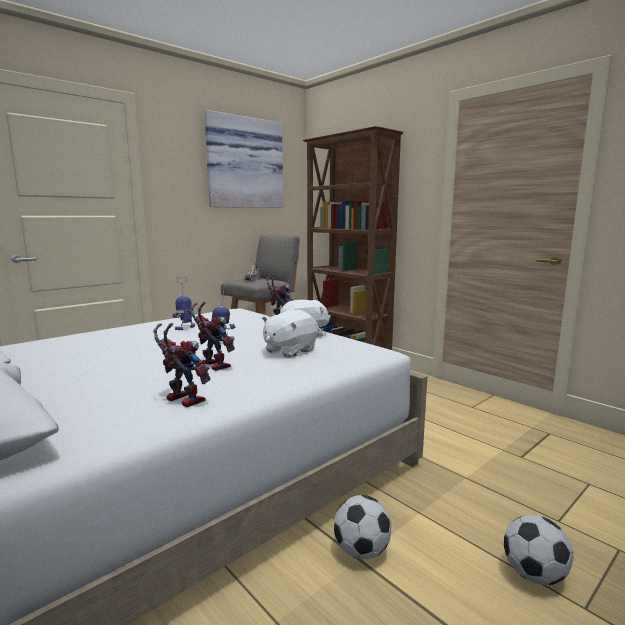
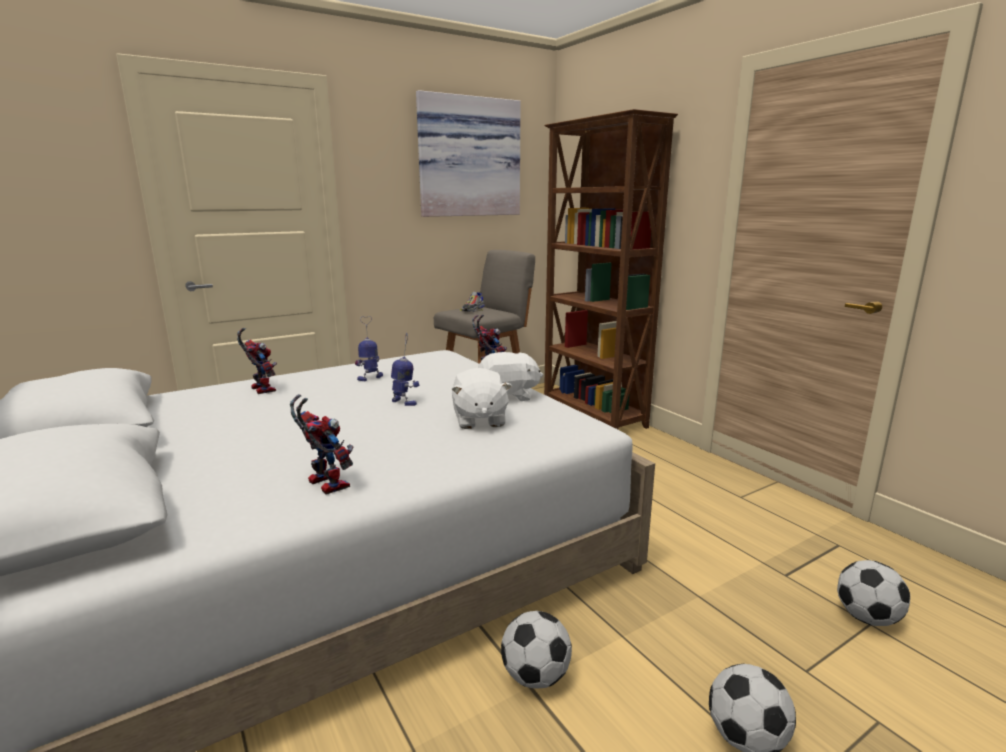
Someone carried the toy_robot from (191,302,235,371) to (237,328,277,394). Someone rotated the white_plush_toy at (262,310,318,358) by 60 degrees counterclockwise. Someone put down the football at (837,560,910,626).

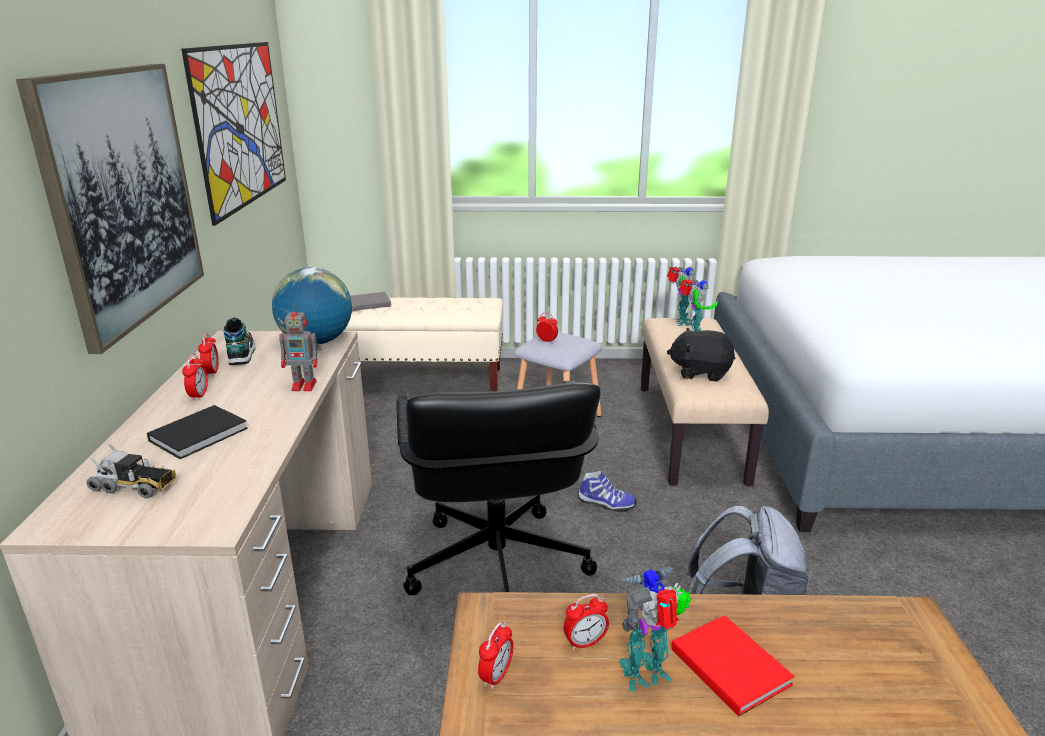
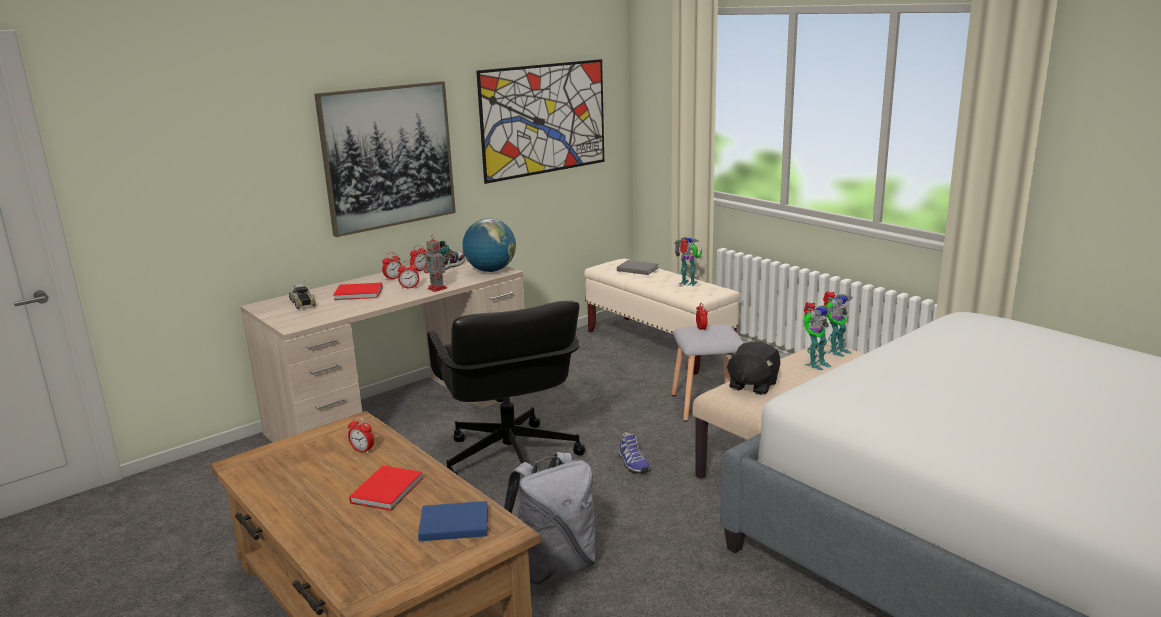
Someone repainted the black_book at (147,405,248,459), which became the red_book at (333,283,383,300). Someone carried the alarm_clock from (478,622,513,690) to (398,261,419,289). Someone put down the blue_book at (418,501,488,541). Someone rotated the black_office_chair at (396,380,601,595) by 60 degrees counterclockwise. Someone carried the toy_robot from (619,566,692,692) to (675,237,702,286). Someone rotated the black_plush_toy at (667,328,735,382) by 120 degrees counterclockwise.

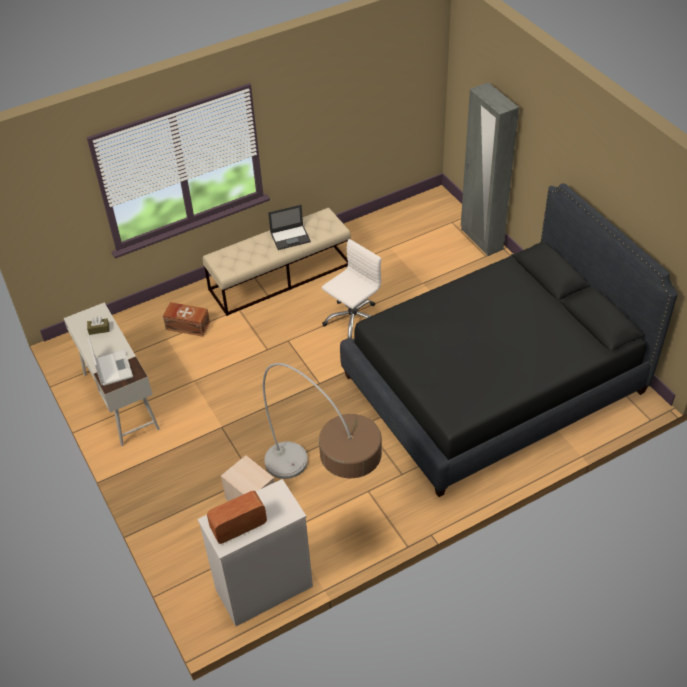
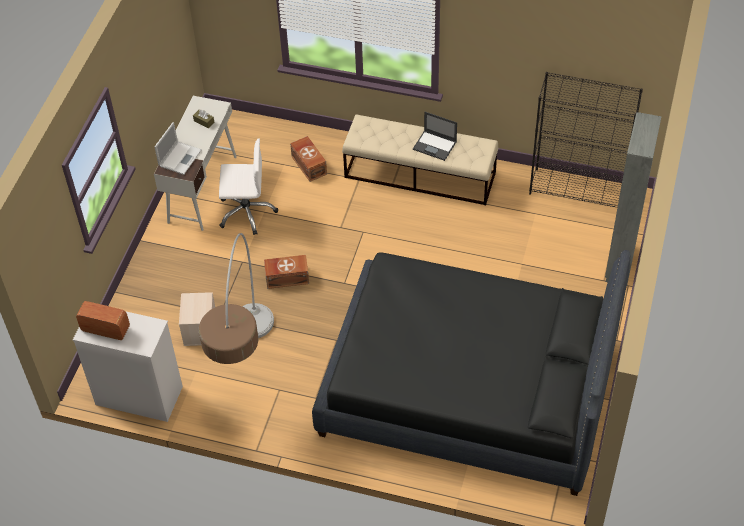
Someone carried the white_office_chair from (322,239,381,339) to (219,138,278,235). Someone put down the brown_storage_box at (264,255,309,289). Someone put down the black_bookcase at (529,72,643,207).

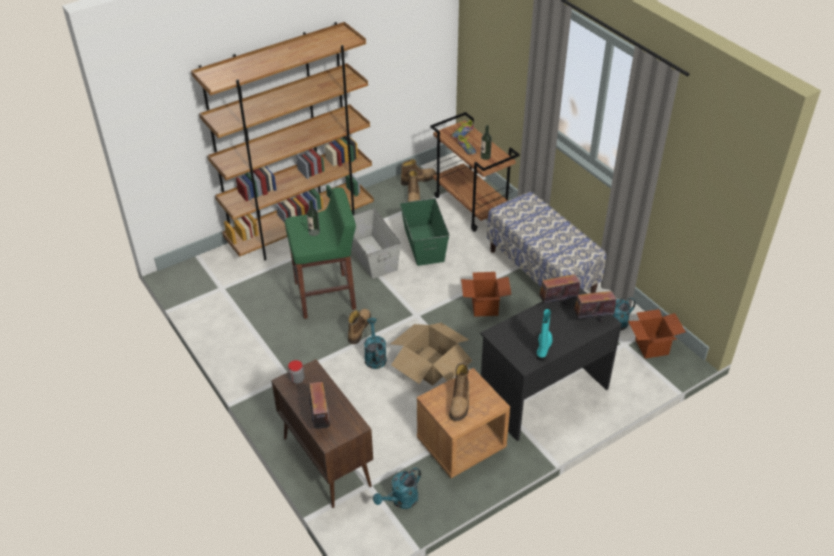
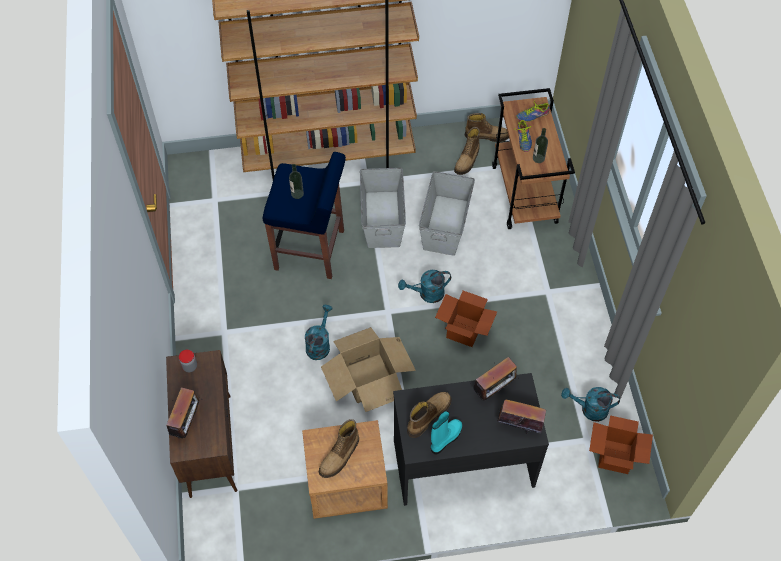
Someone repainted the green_stool at (285,187,356,319), which became the blue_stool at (263,152,346,279). Someone carried the turquoise_watering_can from (373,468,421,509) to (398,270,451,303). Someone carried the boot from (348,309,371,344) to (407,392,452,438). Someone repainted the green_storage_box at (400,198,449,266), which became the grey_storage_box at (419,171,475,256). Someone rotated the radio at (537,274,580,306) by 135 degrees clockwise. Someone took away the bench at (487,191,606,293).

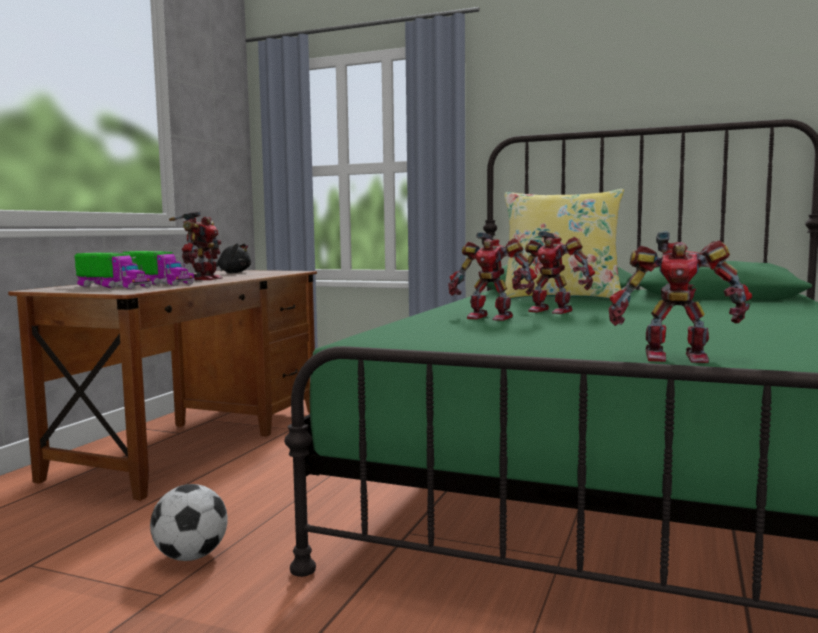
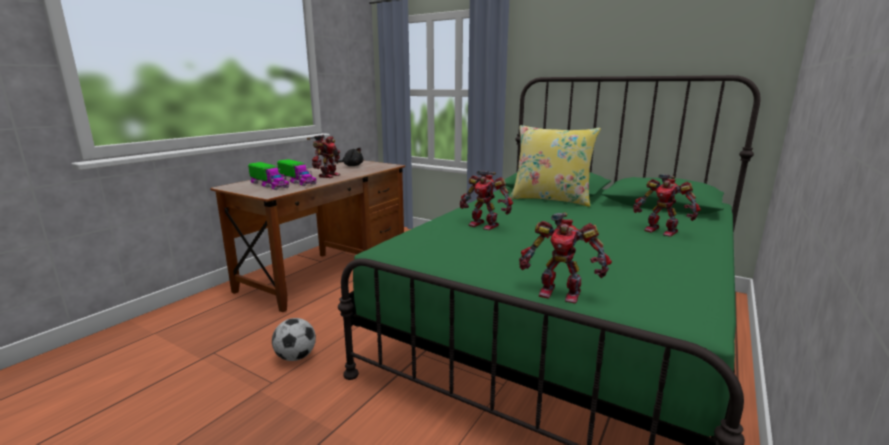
Someone carried the toy_robot from (512,231,595,314) to (633,174,701,237).

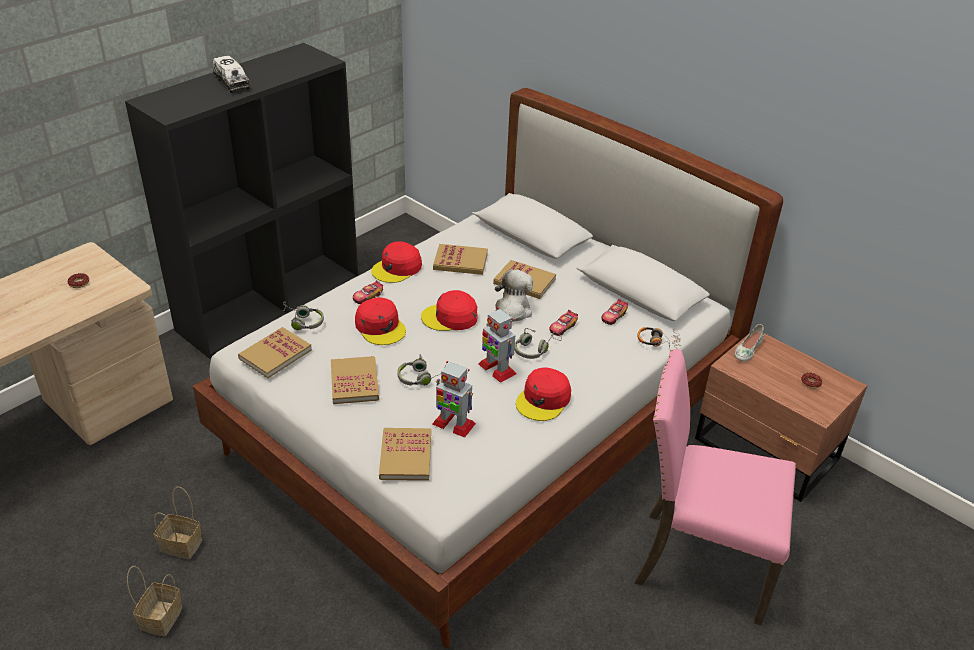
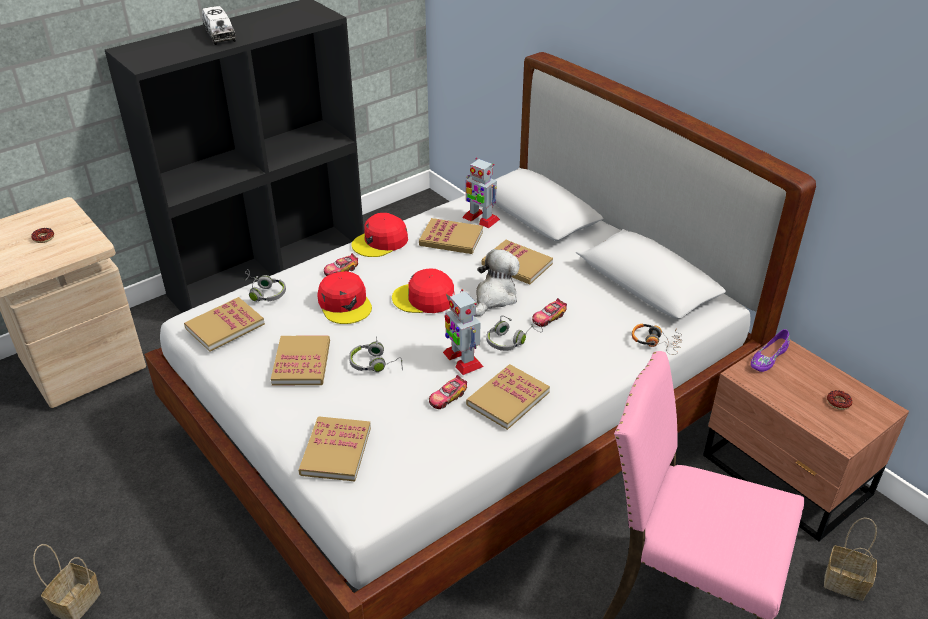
Someone carried the toy_car from (601,299,628,325) to (429,375,467,409). Someone carried the toy_robot from (432,361,476,438) to (462,158,500,228). Someone swapped the red_cap at (516,367,571,421) for the book at (466,365,550,430). Someone repainted the white_shoe at (735,324,764,362), which became the purple_shoe at (751,329,790,372). Someone carried the basket from (154,487,202,560) to (824,518,877,601).

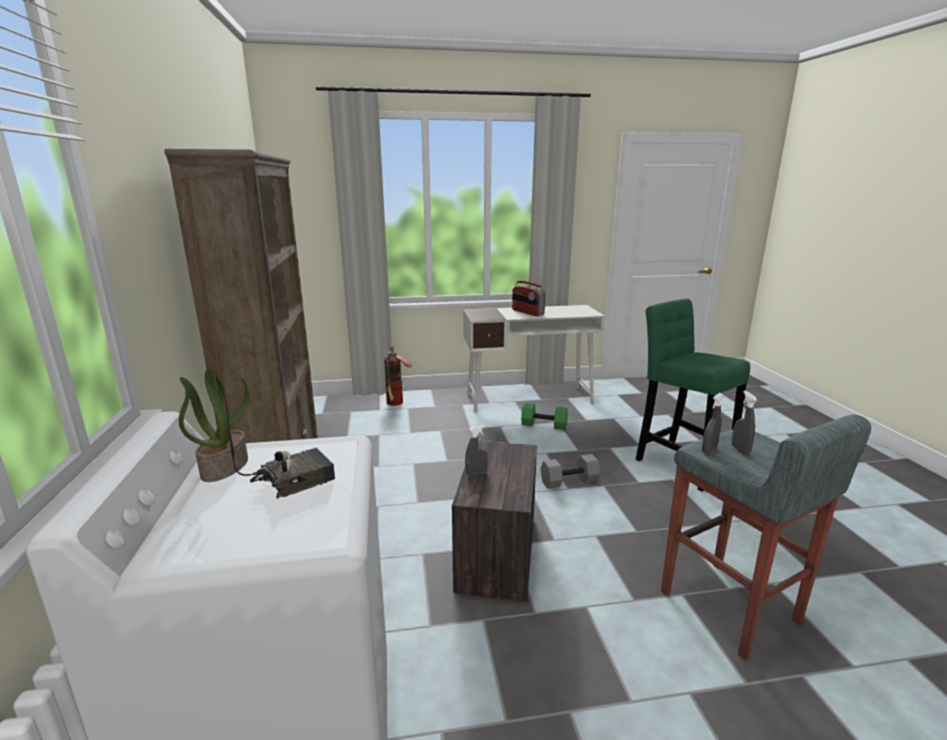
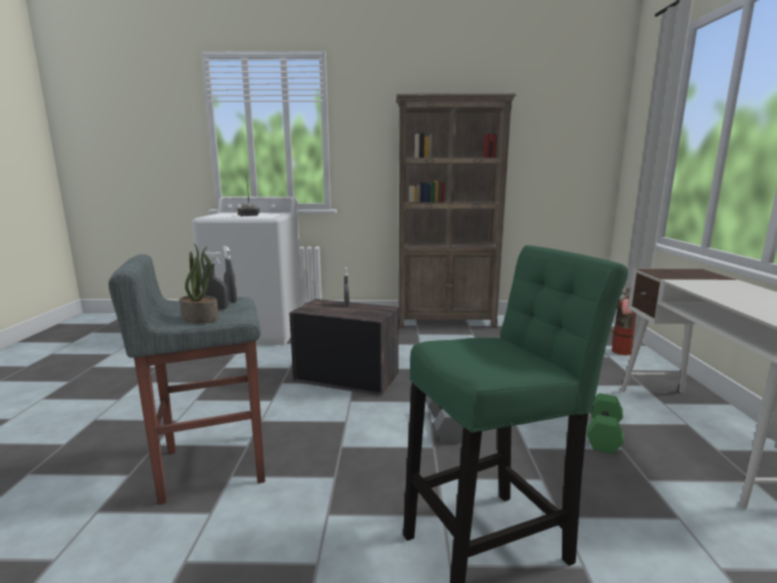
Someone carried the potted_plant from (179,369,249,482) to (179,243,219,323). Someone took away the radio at (512,280,545,316).

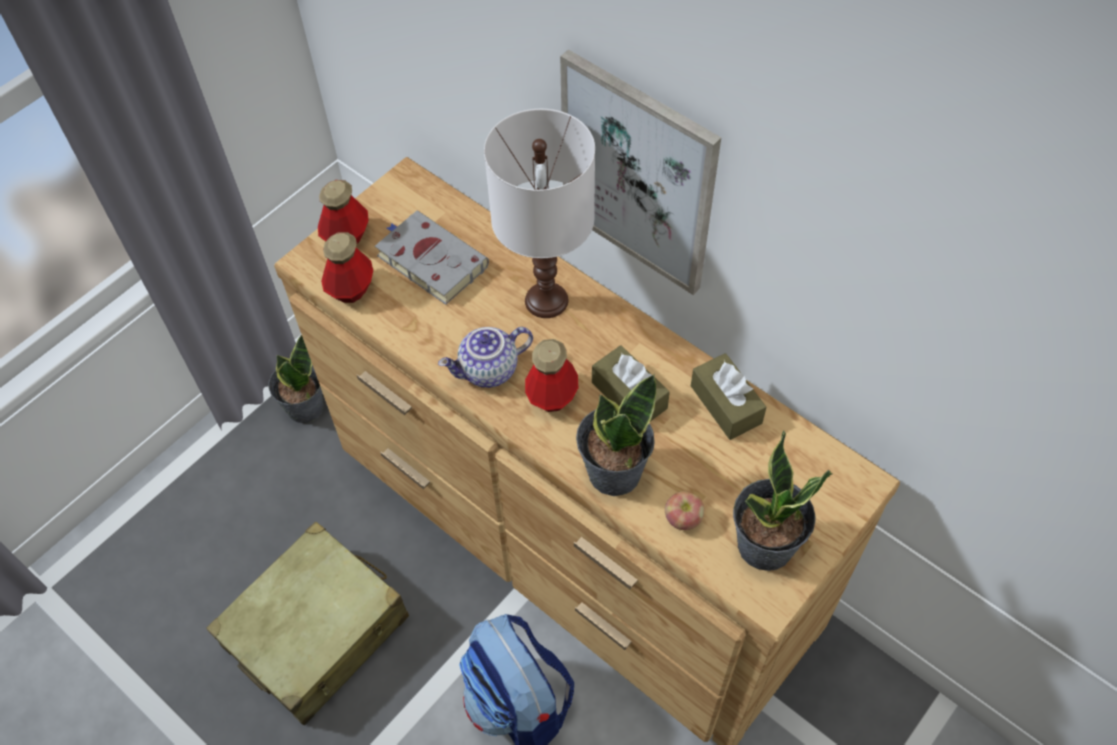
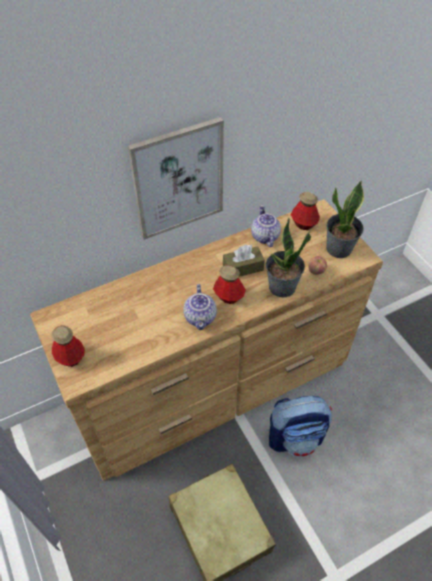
Someone swapped the brown_tissue_box at (691,353,767,440) for the teapot at (251,205,281,247). Someone carried the bottle from (321,232,373,303) to (291,192,320,230). Someone took away the potted_plant at (269,334,324,423). Someone took away the grey_book at (375,211,489,305). Someone took away the white_table_lamp at (484,109,595,318).

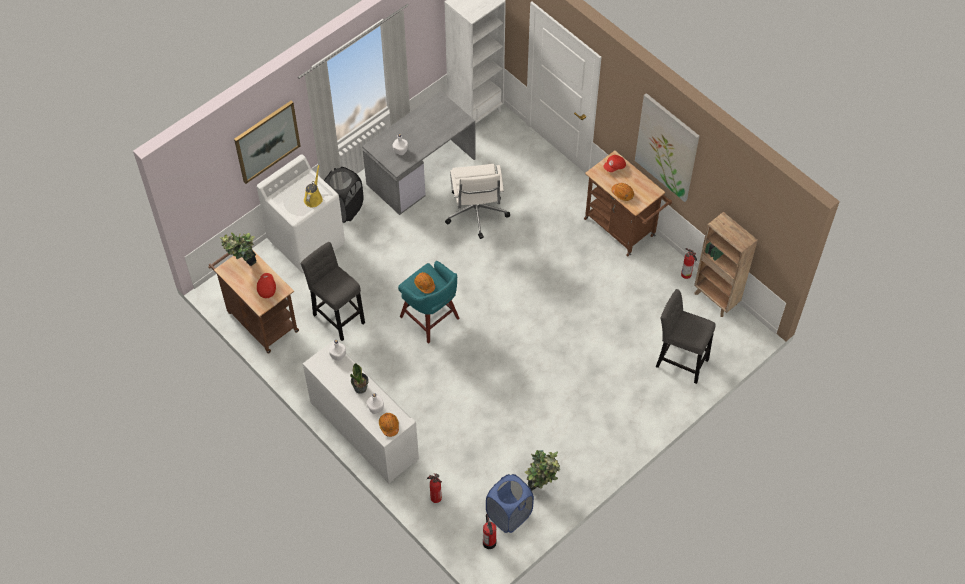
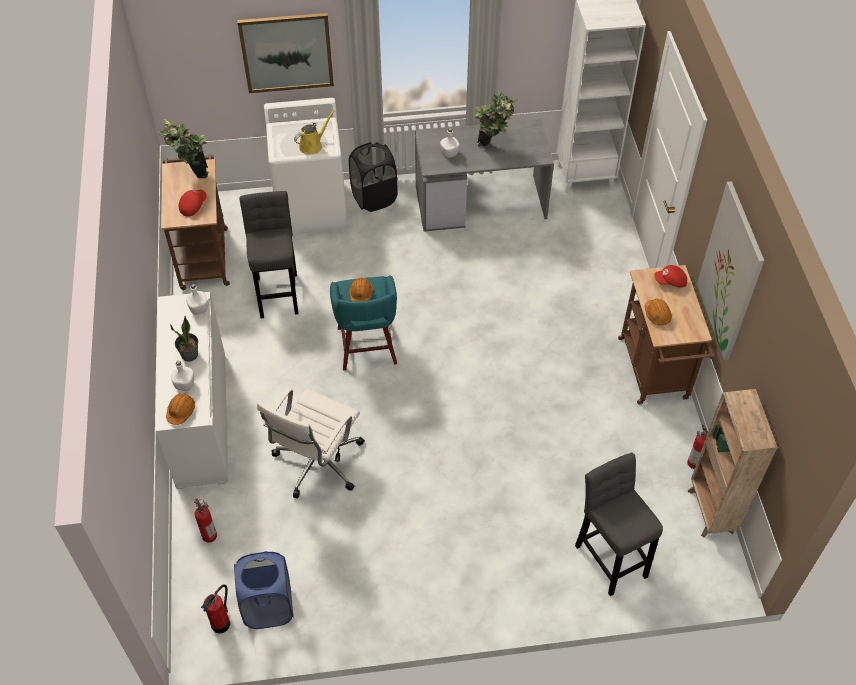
Someone carried the white_office_chair from (445,164,510,239) to (257,388,365,498). Someone carried the potted_plant from (525,450,560,491) to (475,92,519,146).

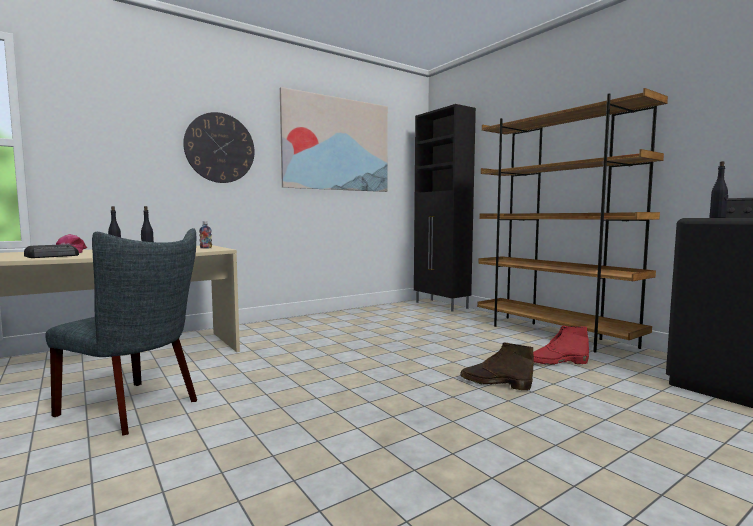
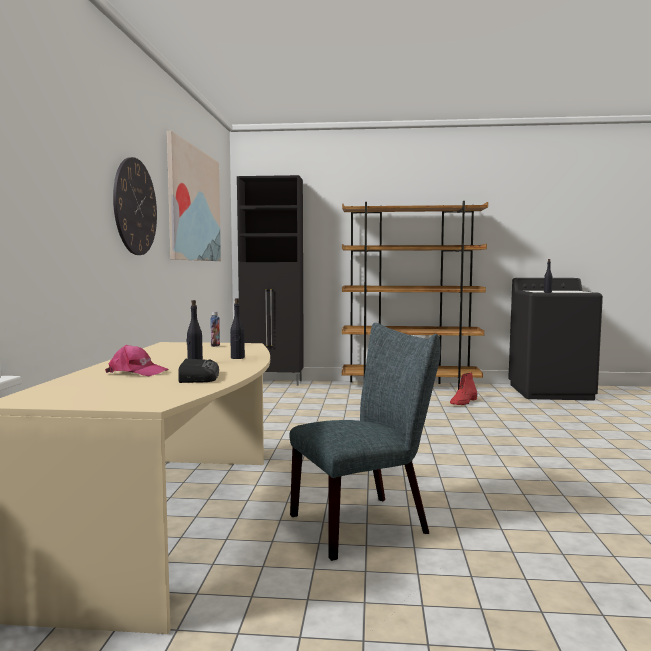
Someone took away the brown_boot at (460,343,534,390).

